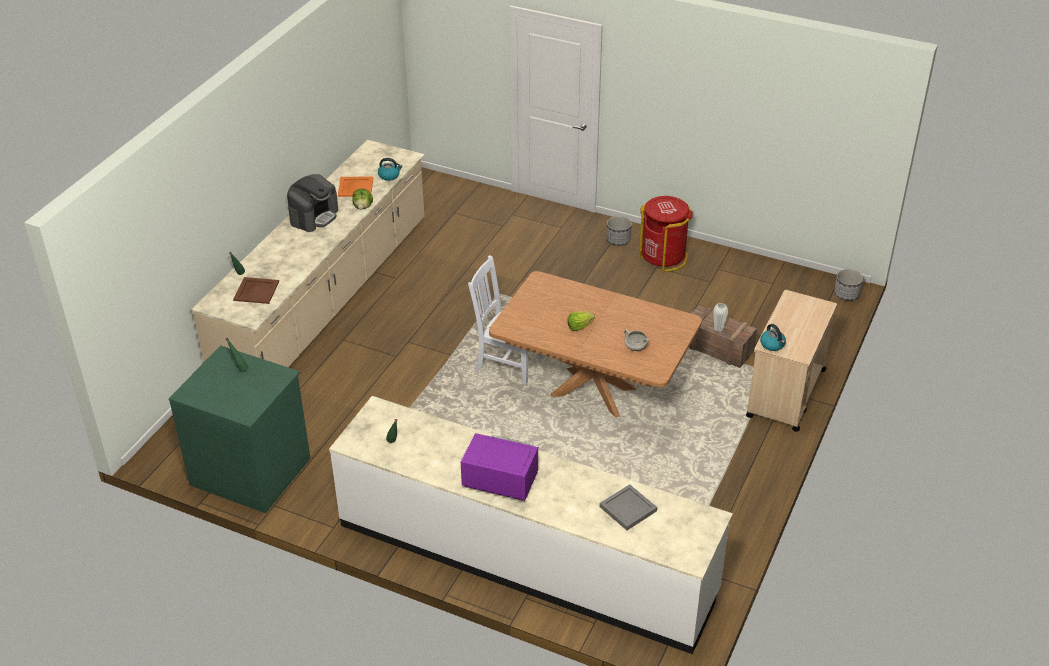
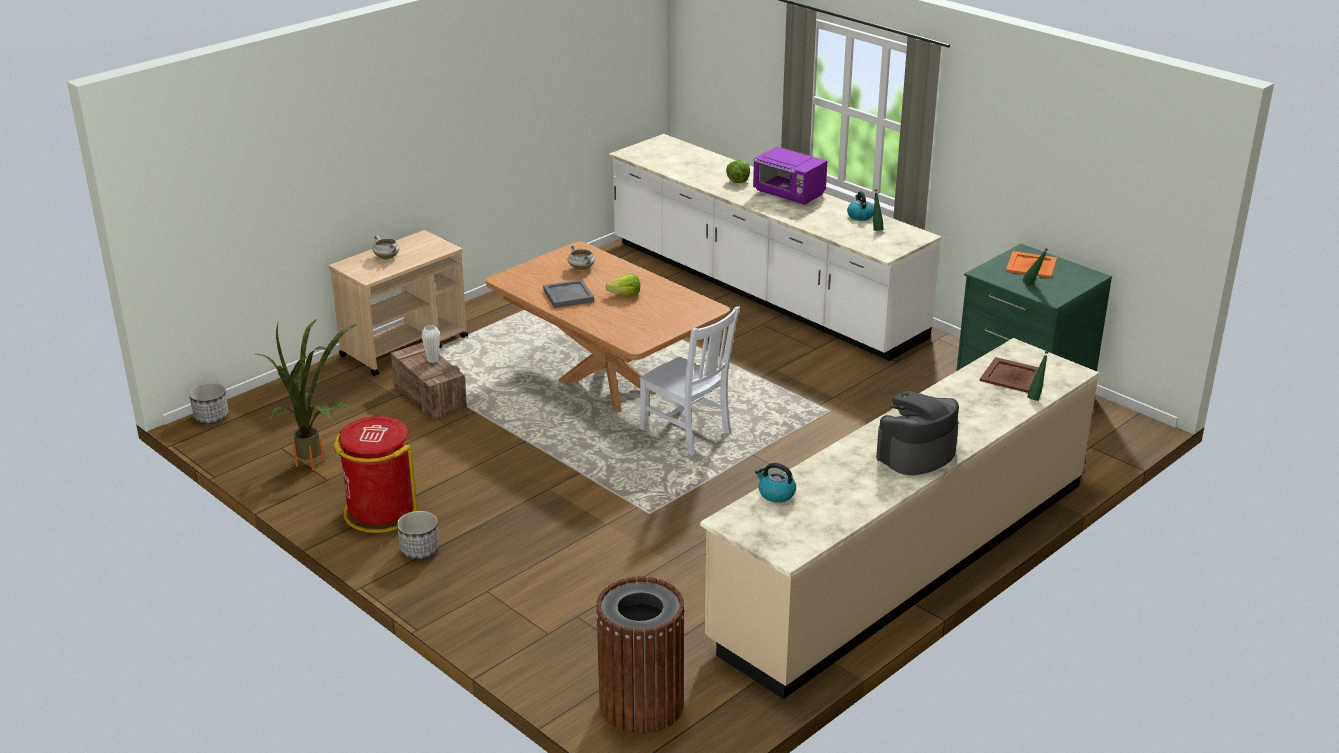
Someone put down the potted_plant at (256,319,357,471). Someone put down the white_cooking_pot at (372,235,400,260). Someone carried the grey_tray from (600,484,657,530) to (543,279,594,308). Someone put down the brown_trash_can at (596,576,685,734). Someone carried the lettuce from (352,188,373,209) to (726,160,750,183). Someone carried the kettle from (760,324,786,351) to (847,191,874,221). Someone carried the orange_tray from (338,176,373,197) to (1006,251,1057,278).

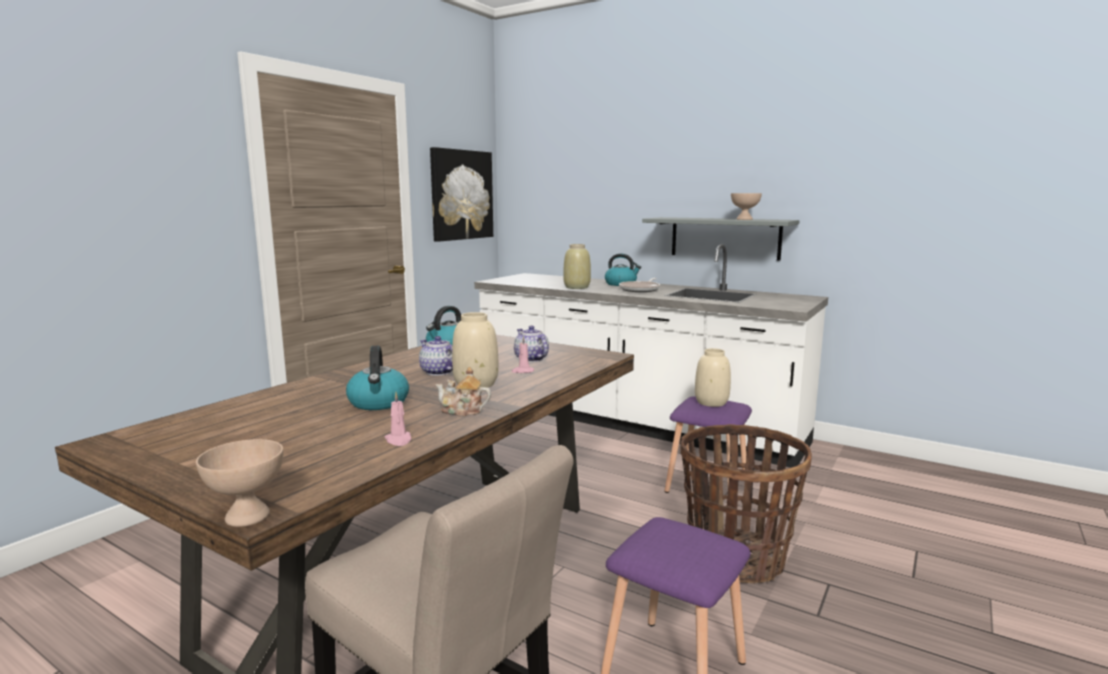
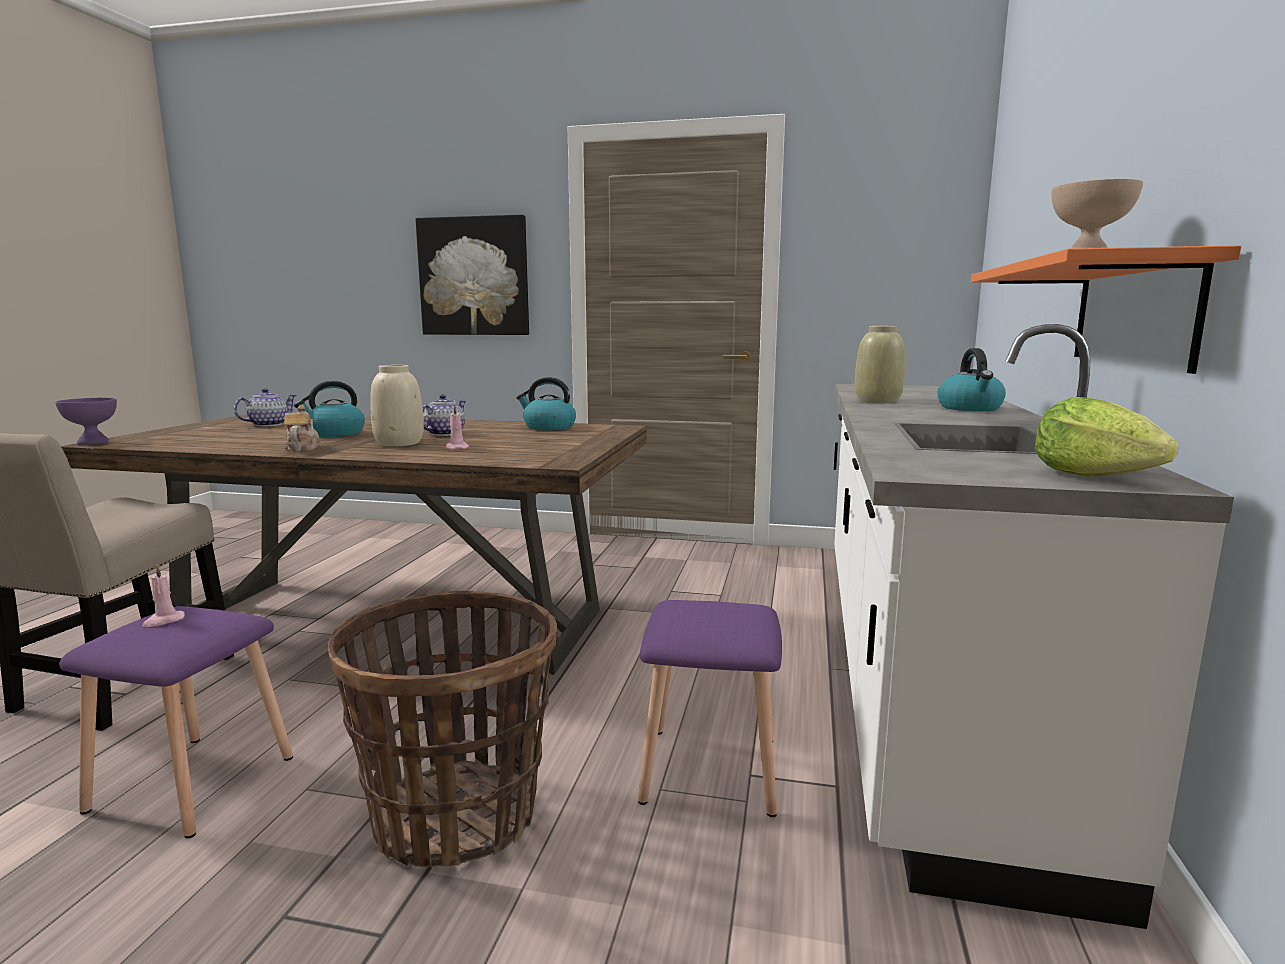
Someone repainted the beige_bowl at (196,439,283,527), which became the purple_bowl at (55,398,117,445). Someone carried the pink_candle from (385,392,411,446) to (142,565,185,627). Someone carried the teapot from (514,325,549,362) to (234,388,297,426). Someone carried the picture from (430,147,493,242) to (415,215,529,335). Someone repainted the grey_shelf at (642,217,800,261), which became the orange_shelf at (971,245,1241,374). Someone put down the lettuce at (1035,397,1179,477). Someone took away the frying_pan at (619,278,660,292). Someone took away the beige_vase at (695,348,731,407).

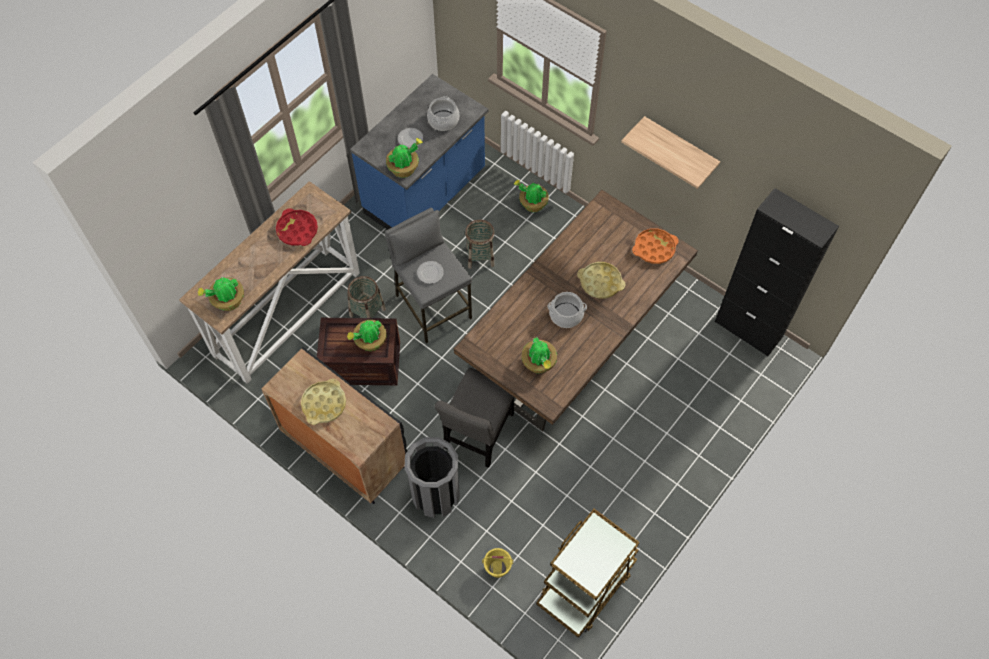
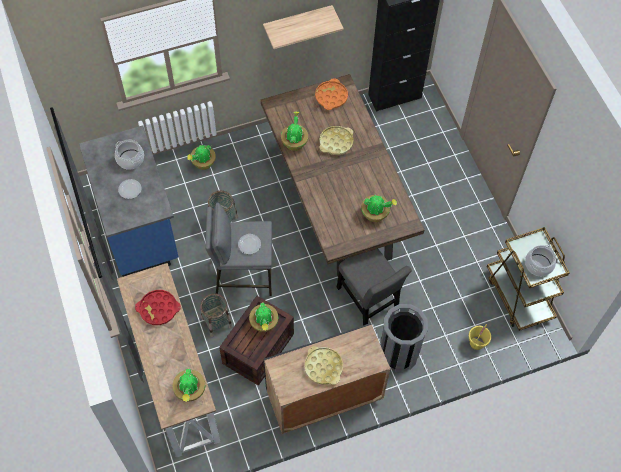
Someone carried the potted_plant from (386,138,423,178) to (281,111,308,151). Someone carried the cooking_pot from (548,292,587,328) to (525,245,556,276).

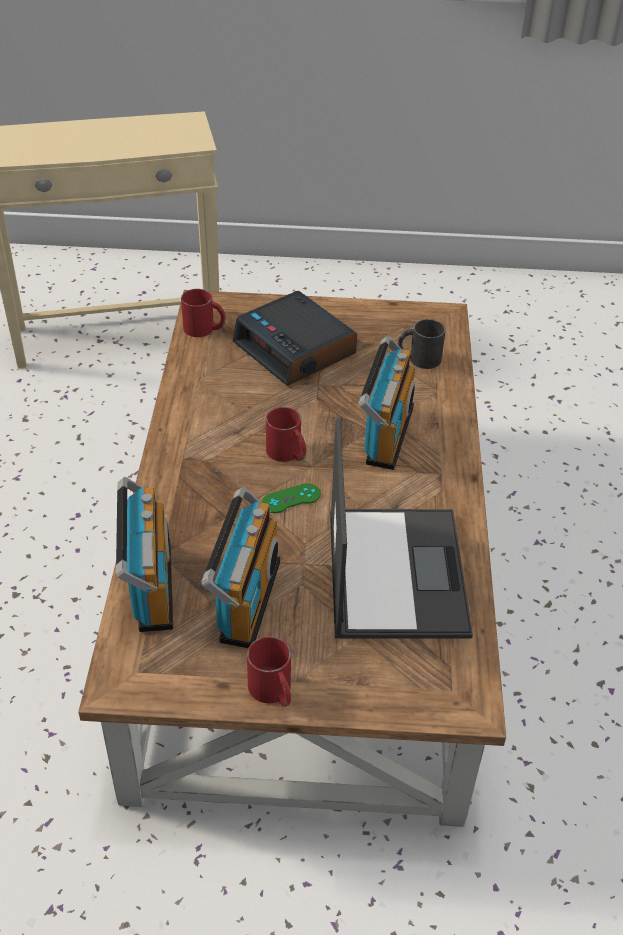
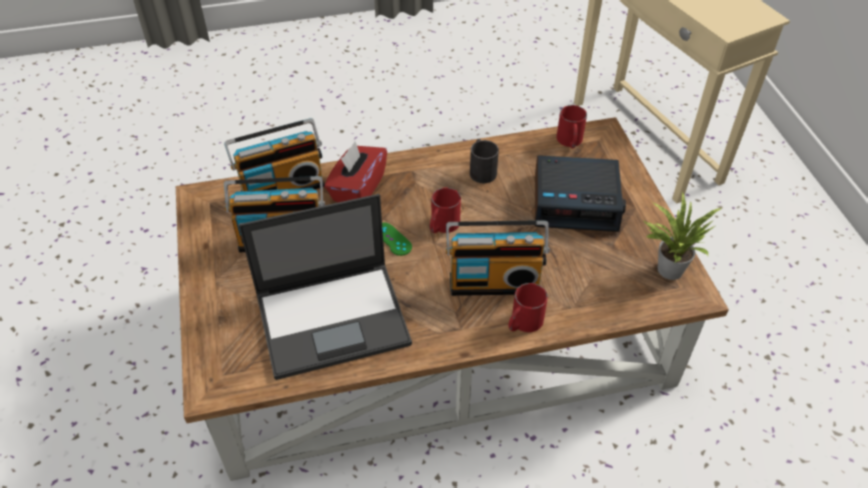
Someone put down the red_tissue_box at (324,142,387,202). Someone carried the black_mug from (398,319,446,369) to (470,139,499,183). Someone carried the red_mug from (247,636,291,707) to (508,283,548,332). Someone rotated the alarm_clock at (233,291,357,386) by 120 degrees counterclockwise. Someone put down the potted_plant at (644,192,724,280).

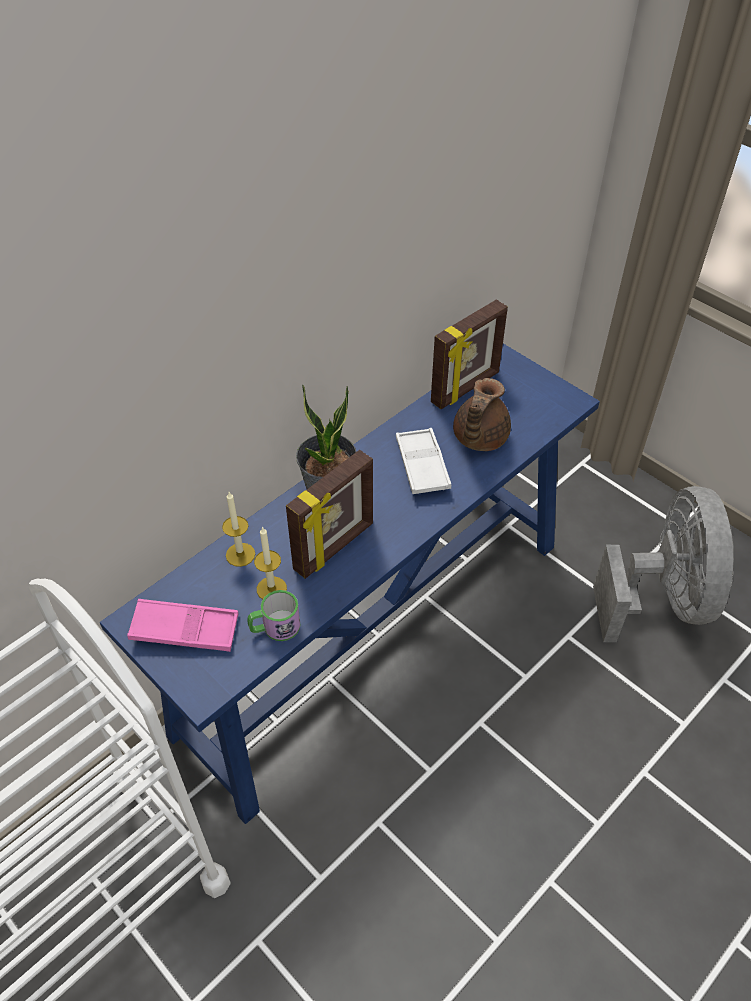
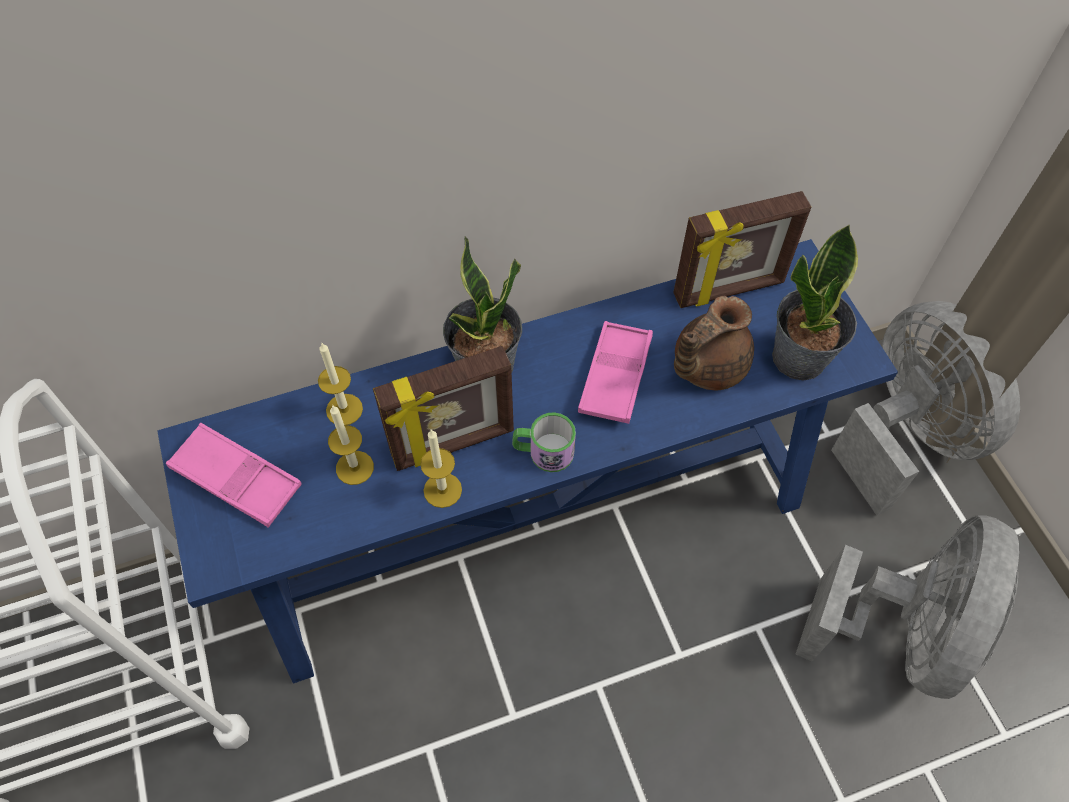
Someone put down the candle at (420,430,462,508). Someone carried the mug from (248,590,300,641) to (512,412,576,472). Someone repainted the white_tray at (396,428,451,494), which became the pink_tray at (578,321,653,424). Someone put down the potted_plant at (772,224,858,380). Someone put down the grey_fan at (831,301,1020,515).

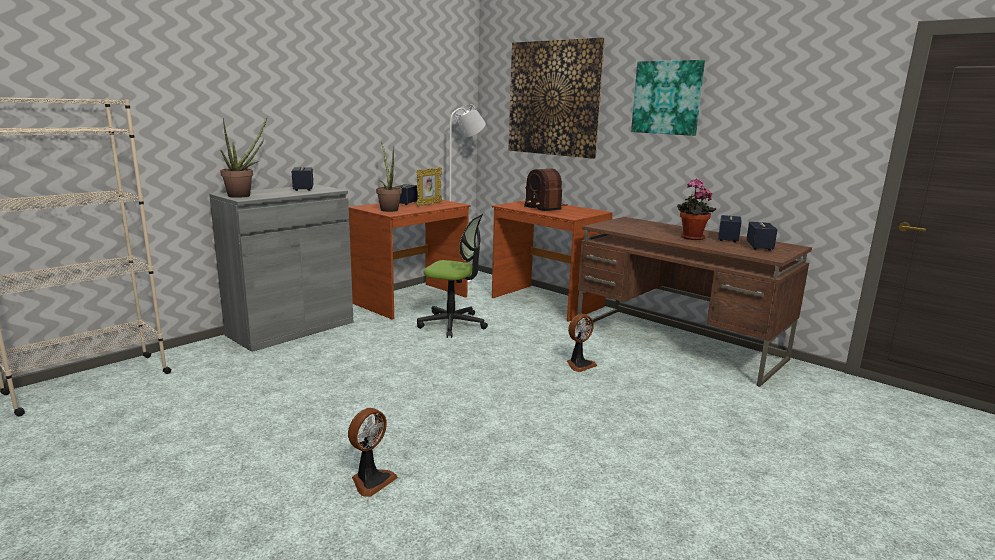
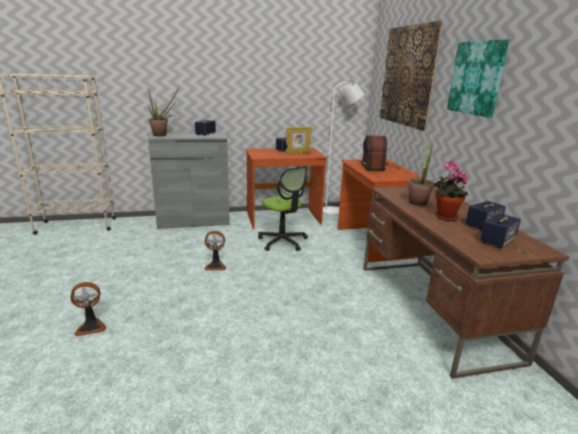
Someone carried the fan from (567,314,597,372) to (204,231,226,270). Someone carried the potted_plant from (376,142,402,212) to (407,133,434,206).

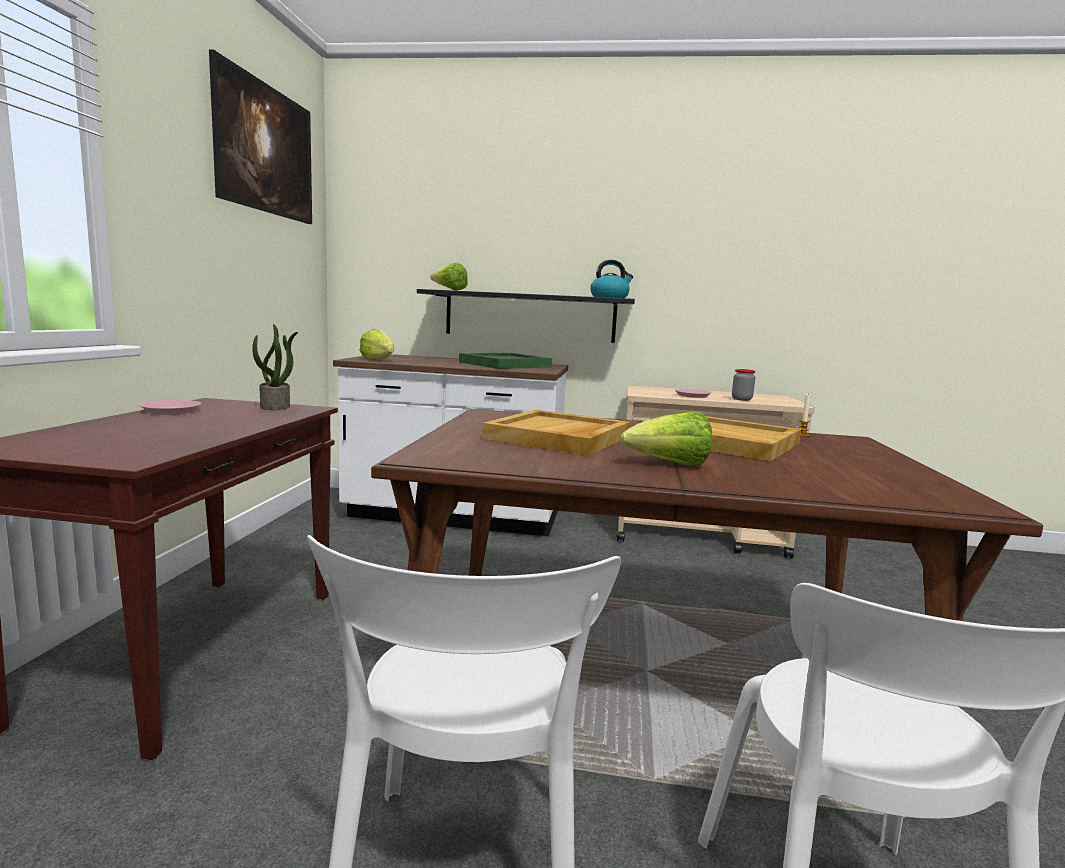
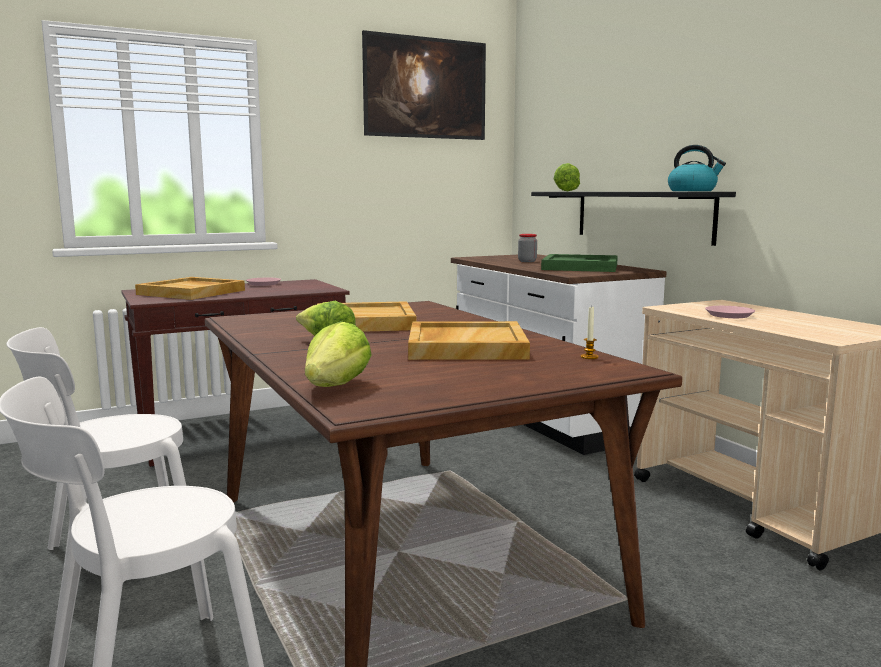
Someone put down the beige_tray at (135,277,245,300). Someone carried the lettuce from (359,329,394,360) to (305,321,372,387). Someone carried the jar from (732,369,755,401) to (518,234,537,262). Someone took away the potted_plant at (252,324,298,410).

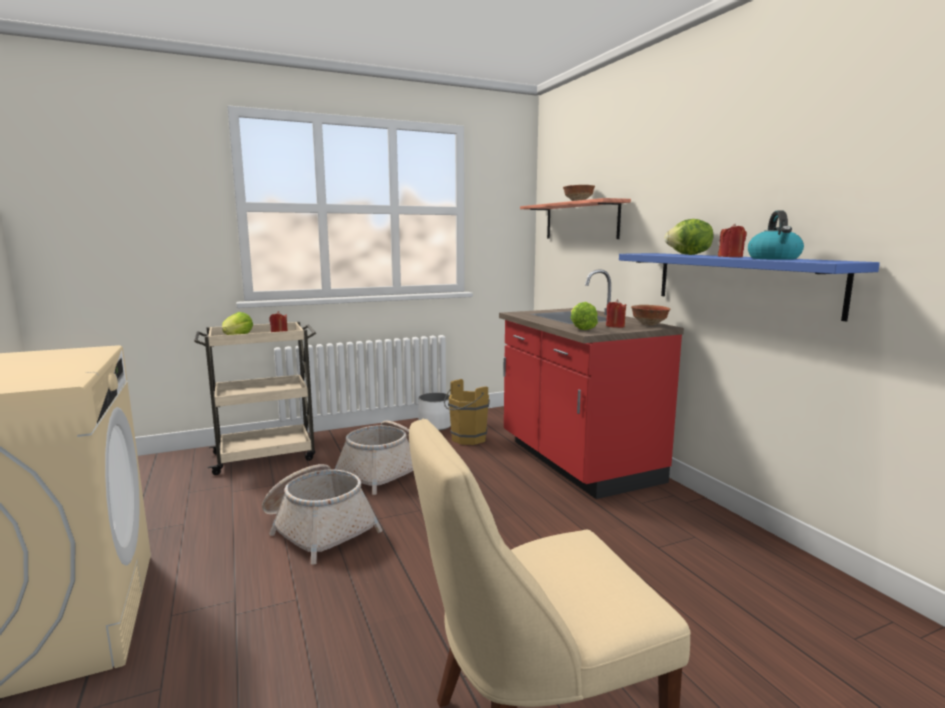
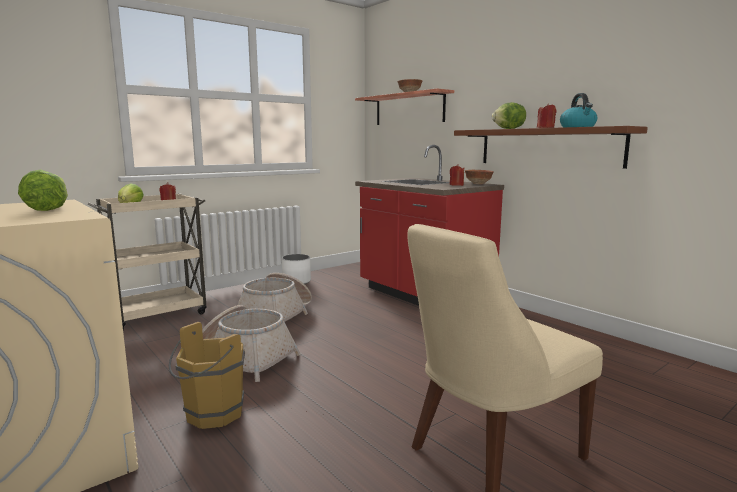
Someone carried the lettuce from (571,302,598,330) to (18,170,68,211). Someone carried the brown_bucket from (444,379,490,445) to (169,322,245,429). Someone repainted the blue_shelf at (619,253,880,321), which became the brown_shelf at (454,126,648,169).

